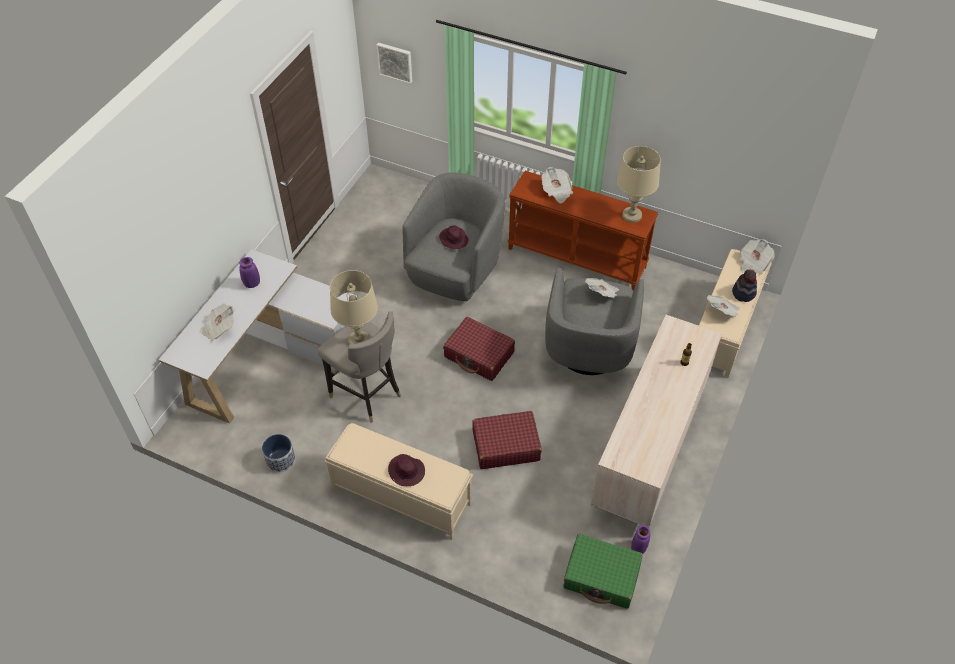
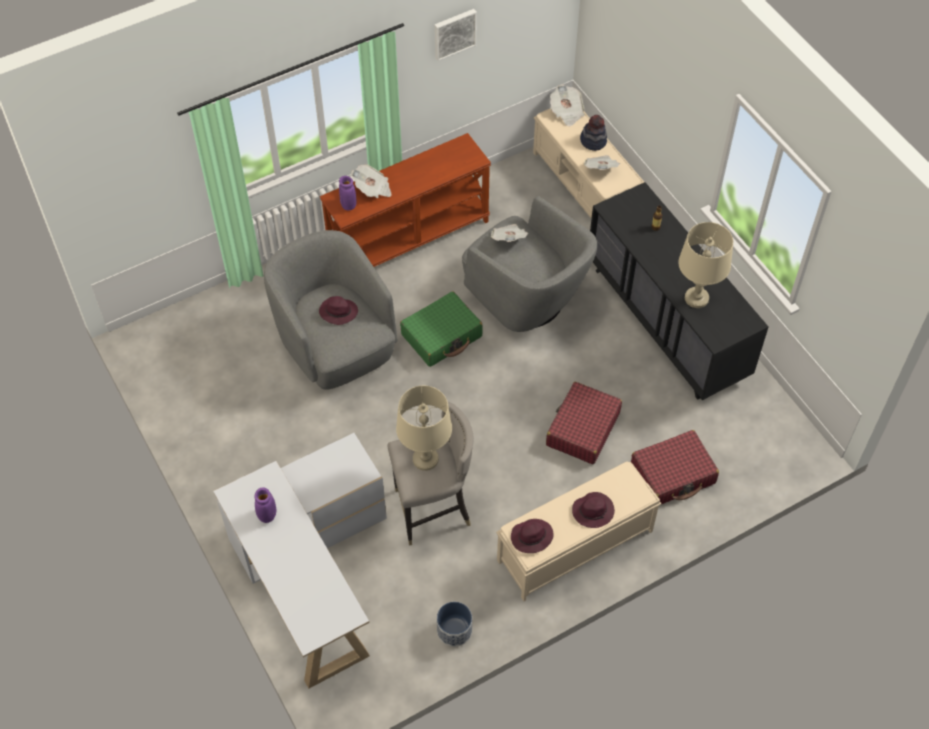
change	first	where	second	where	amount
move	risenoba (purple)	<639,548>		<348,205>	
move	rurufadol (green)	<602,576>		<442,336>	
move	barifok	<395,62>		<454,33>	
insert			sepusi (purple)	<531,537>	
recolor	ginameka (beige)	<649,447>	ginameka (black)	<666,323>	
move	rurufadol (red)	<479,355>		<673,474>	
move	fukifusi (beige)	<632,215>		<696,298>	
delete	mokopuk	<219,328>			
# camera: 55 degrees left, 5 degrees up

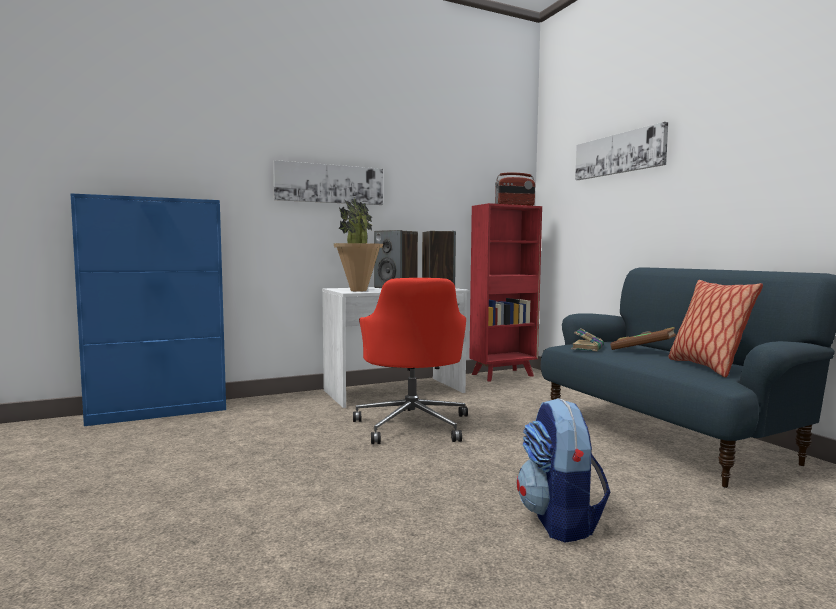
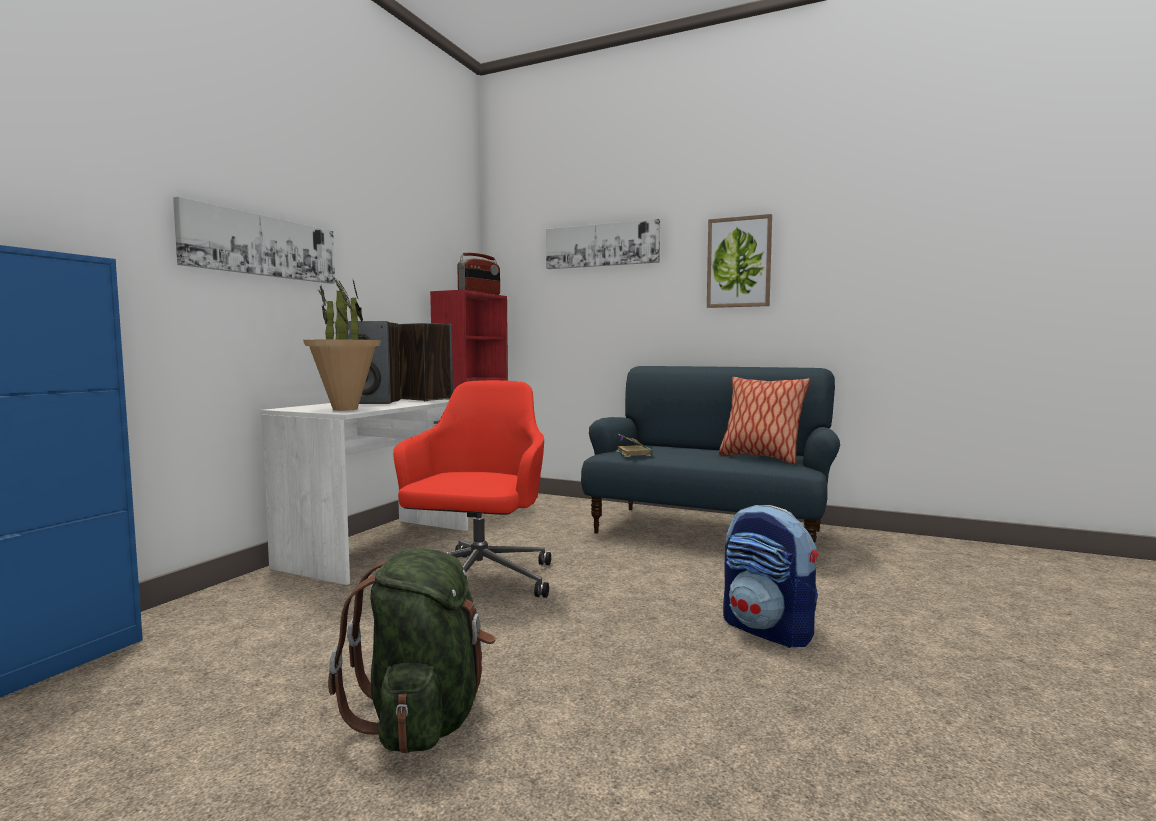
change	first	where	second	where	amount
insert			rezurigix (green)	<423,717>	
rotate	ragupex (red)	<413,425>		<477,581>	120 degrees counterclockwise
insert			barifok	<739,262>	
delete	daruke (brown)	<642,351>			
# camera: 40 degrees left, 0 degrees up

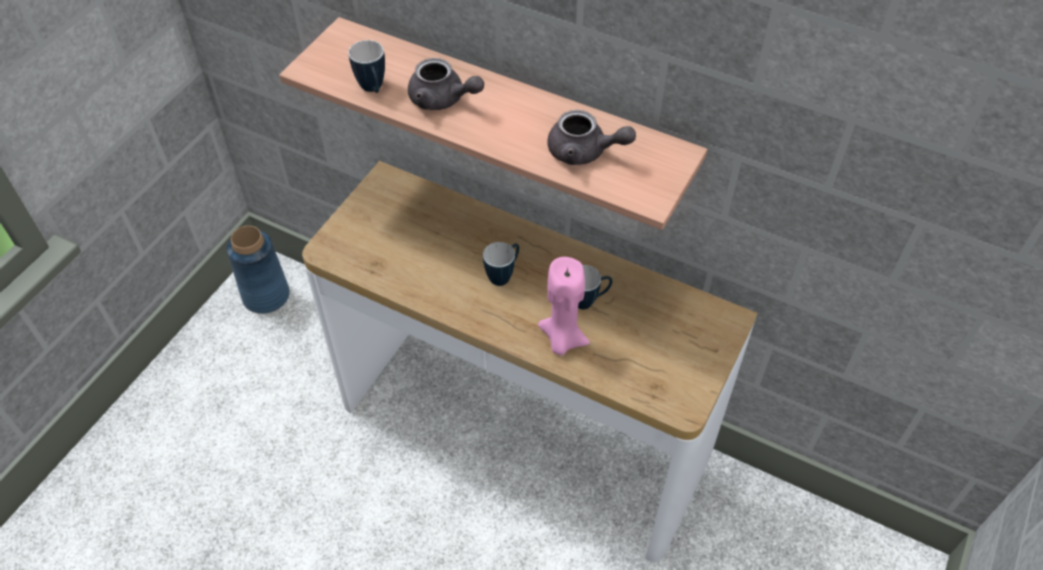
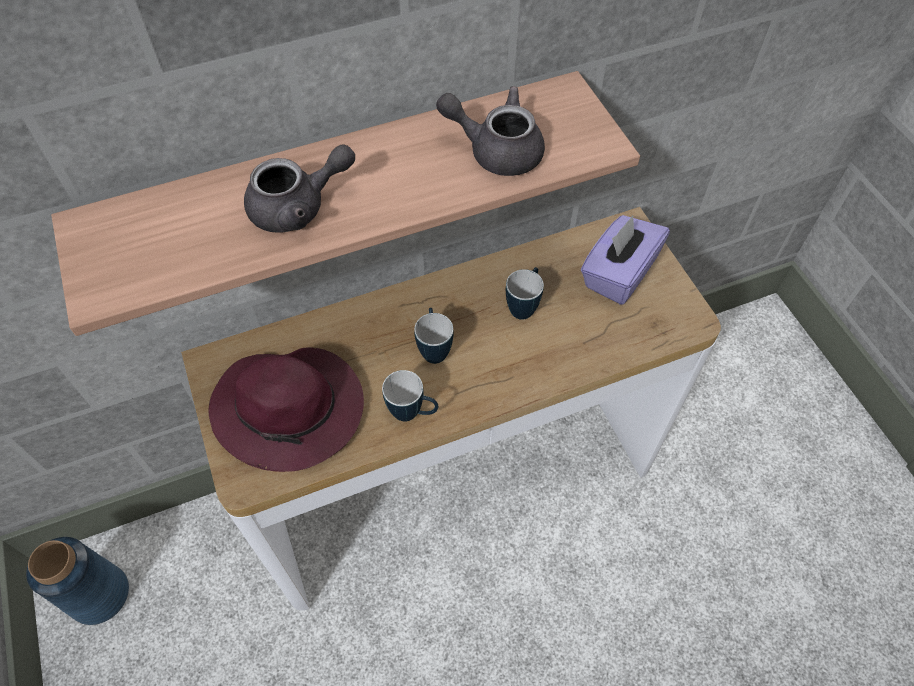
change	first	where	second	where	amount
insert			sepusi (purple)	<291,410>	
move	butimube	<373,90>		<412,413>	
rotate	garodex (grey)	<584,152>		<496,150>	135 degrees counterclockwise
insert			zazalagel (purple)	<618,274>	
delete	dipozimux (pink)	<562,339>			
# camera: 50 degrees left, 5 degrees up

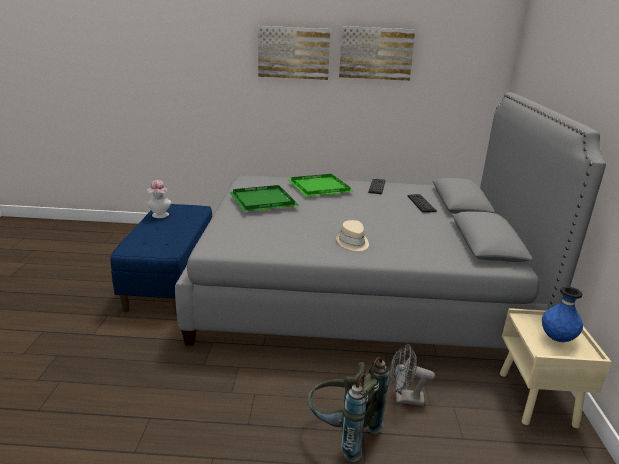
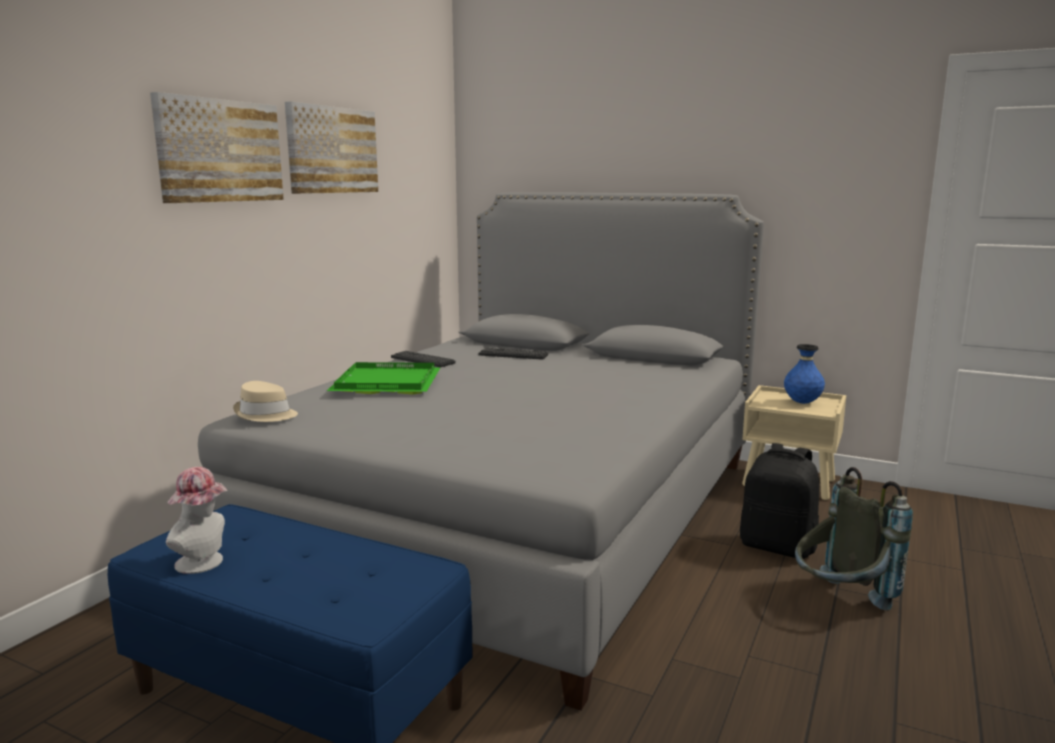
change	first	where	second	where	amount
move	sepusi (beige)	<352,242>		<265,414>	
replace	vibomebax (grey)	<404,399>	rezurigix (black)	<778,547>	
delete	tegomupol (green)	<264,201>			
# camera: 65 degrees left, 10 degrees down

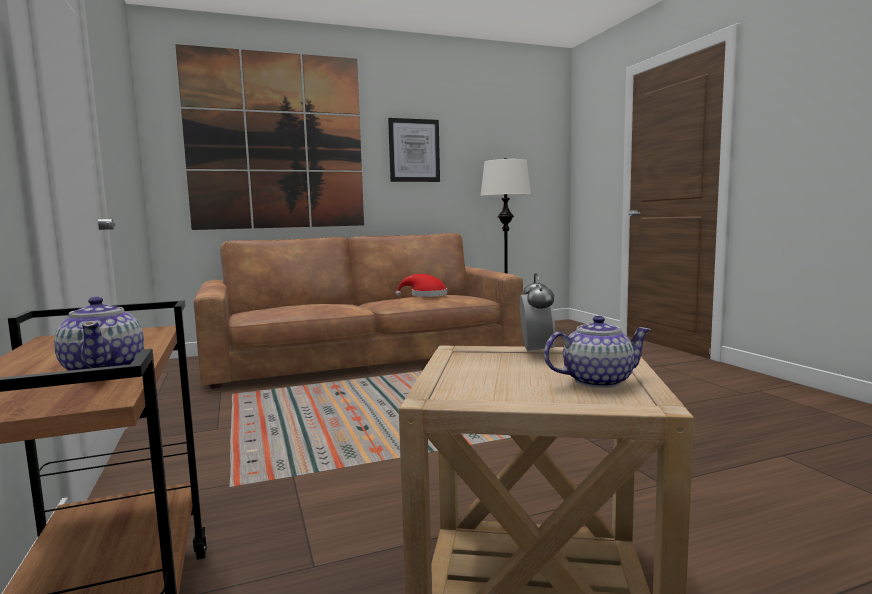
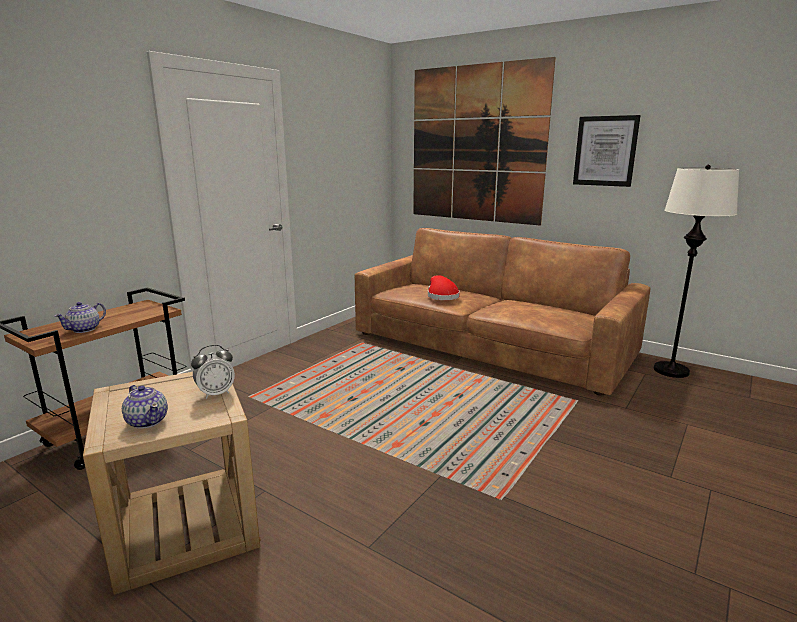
change	first	where	second	where	amount
move	sepusi (red)	<425,295>		<441,296>	
# camera: 55 degrees right, 10 degrees up

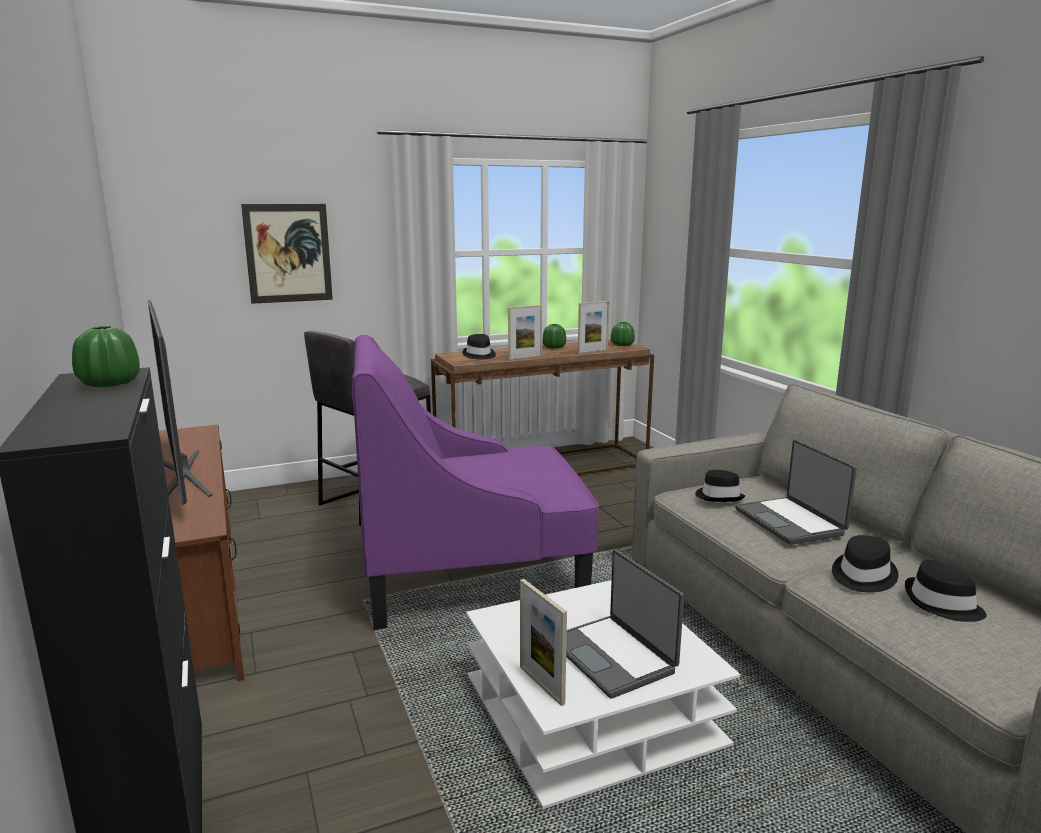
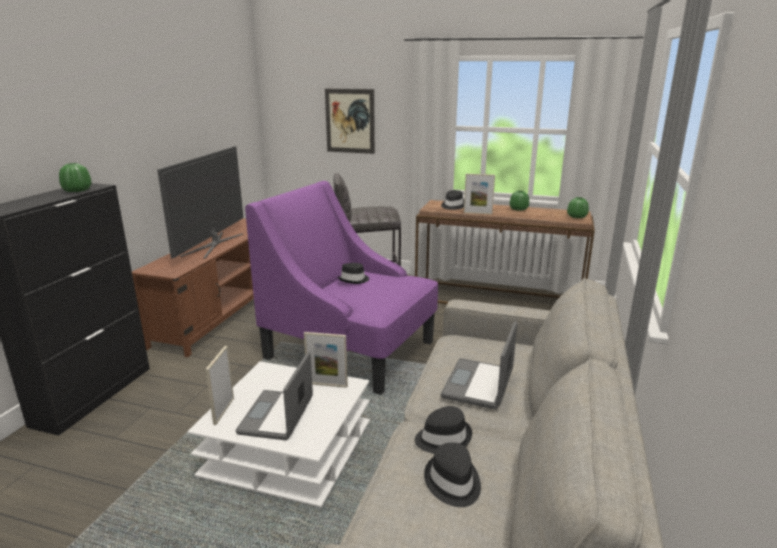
change	first	where	second	where	amount
move	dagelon	<592,351>		<327,385>	
move	sepusi (black)	<719,496>		<354,280>	
# camera: 40 degrees right, 5 degrees up

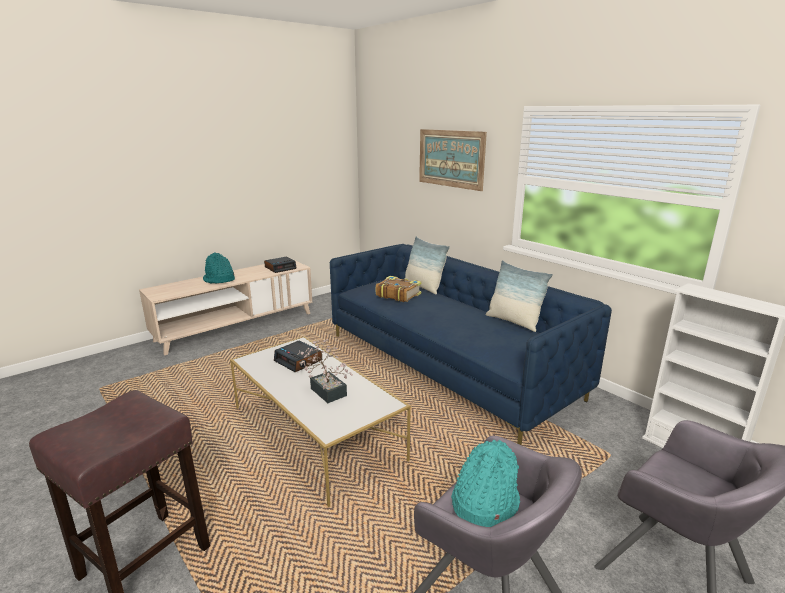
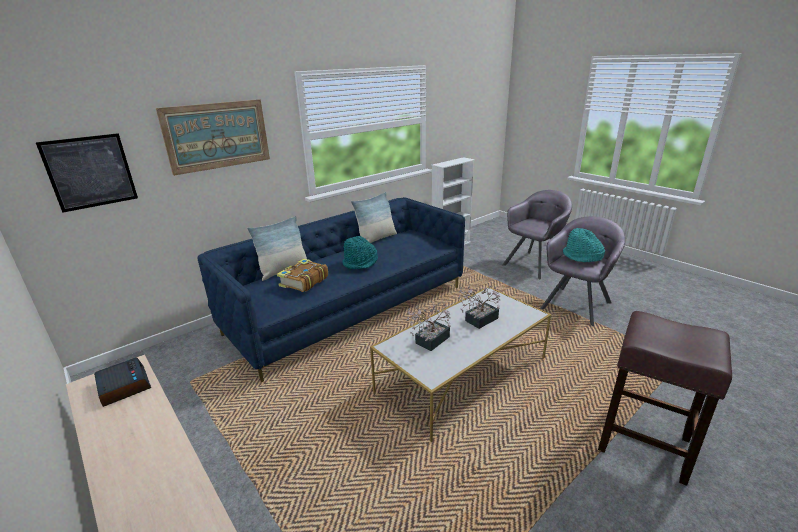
change	first	where	second	where	amount
insert			barifok	<90,172>	
move	sepusi (turquoise)	<219,280>		<360,263>	
replace	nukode	<299,361>	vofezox	<429,341>	
# camera: 90 degrees left, 5 degrees up

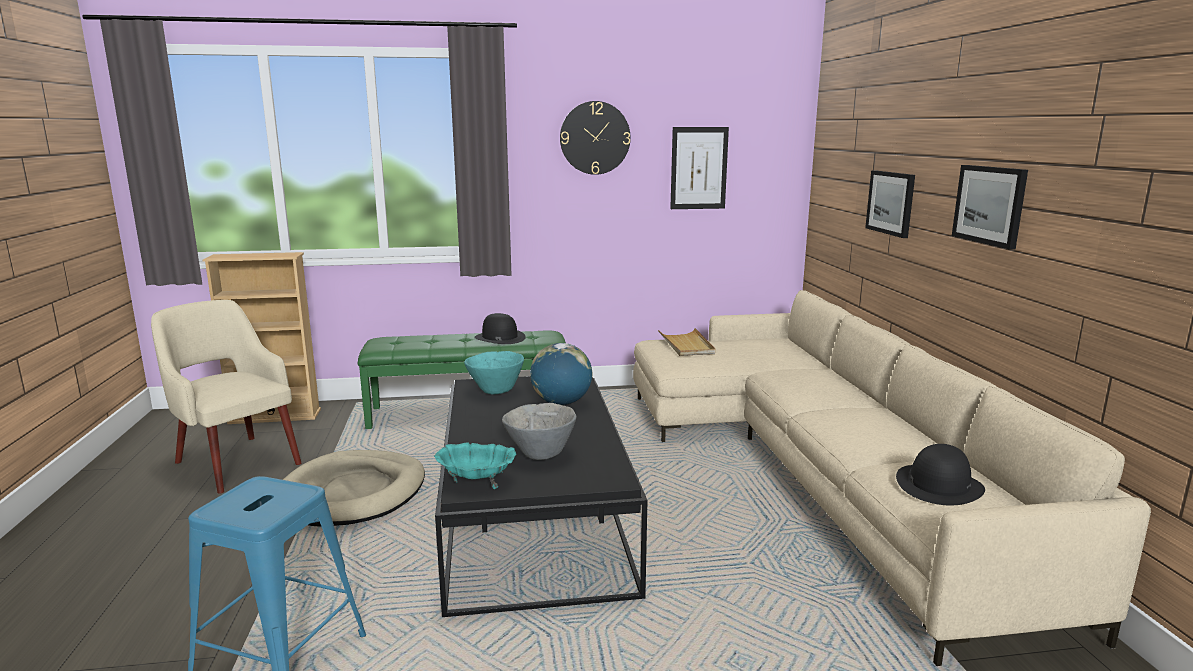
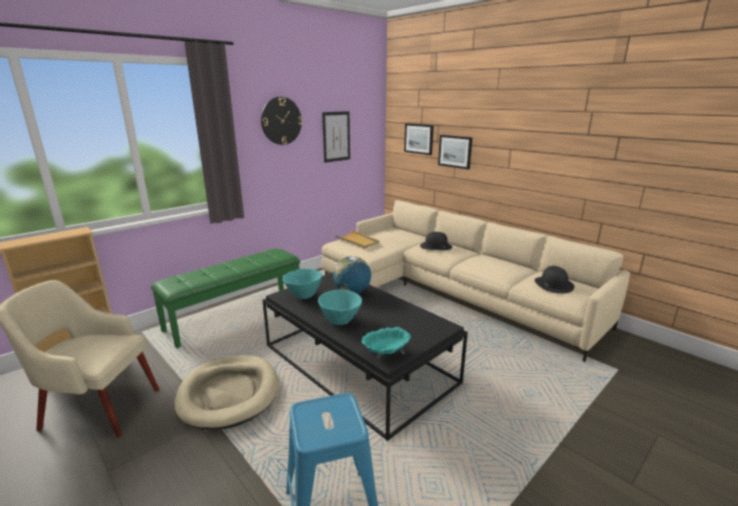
change	first	where	second	where	amount
insert			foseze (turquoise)	<340,321>	
move	barifok	<990,205>		<419,138>	
move	sepusi (black)	<499,337>		<436,246>	
delete	foseze (grey)	<540,454>			
# camera: 35 degrees left, 5 degrees up

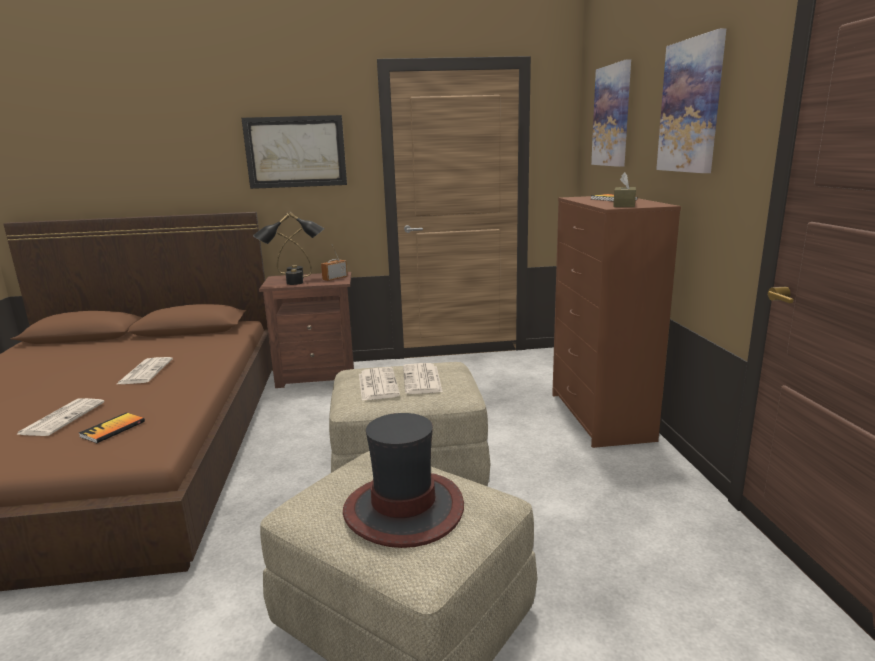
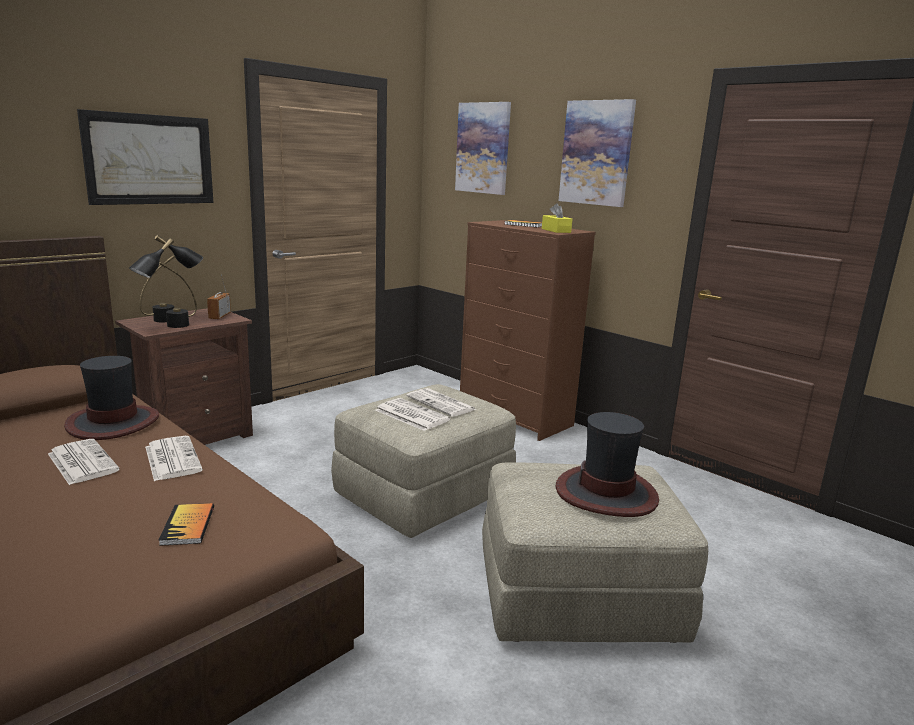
change	first	where	second	where	amount
insert			sepusi	<113,423>	
move	mokopuk	<62,417>		<172,458>	
recolor	zazalagel (brown)	<624,205>	zazalagel (yellow)	<556,230>	
# camera: 40 degrees left, 0 degrees up

